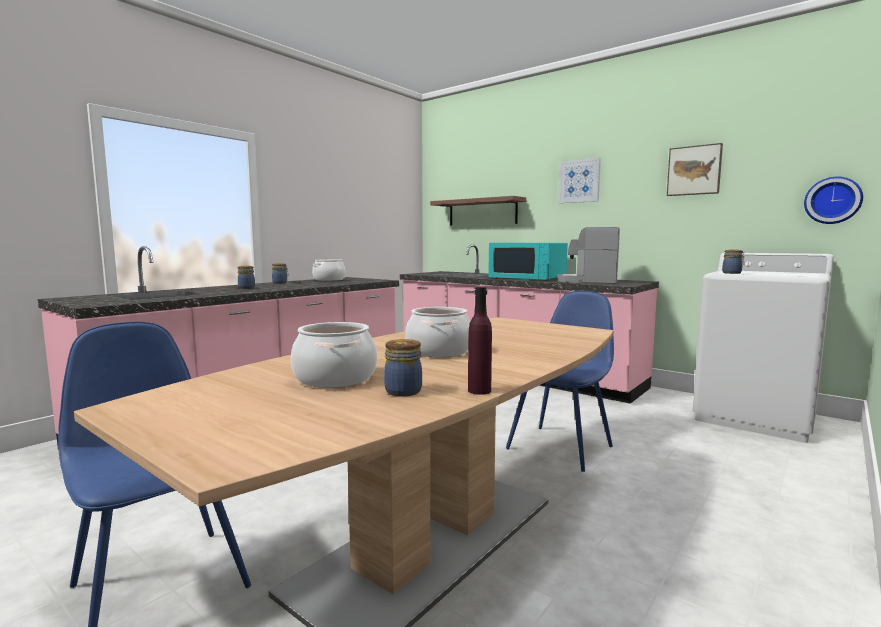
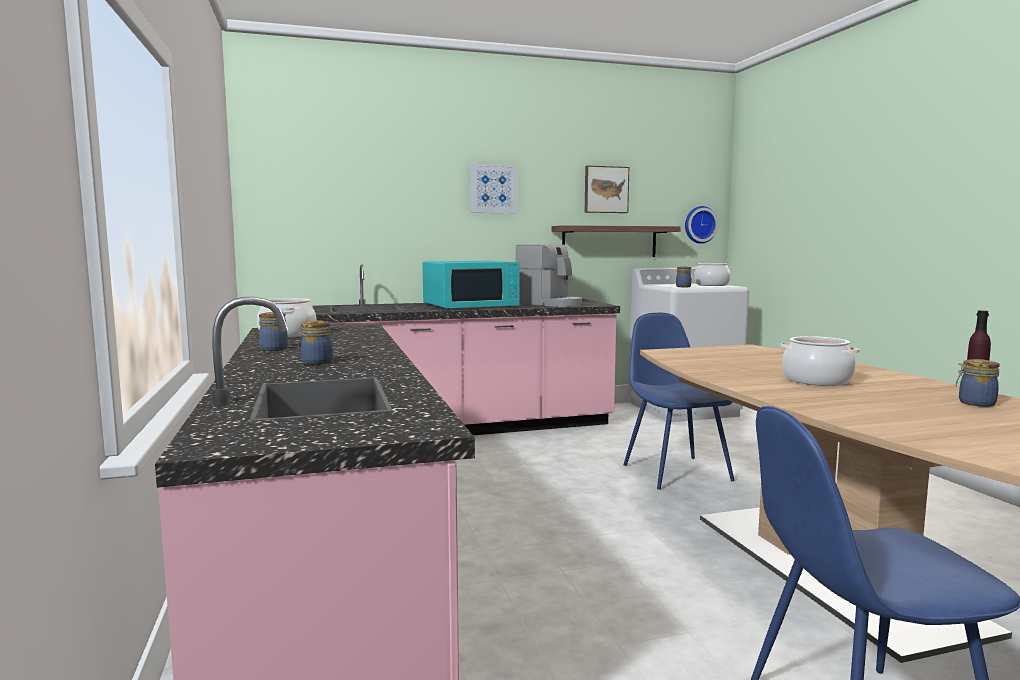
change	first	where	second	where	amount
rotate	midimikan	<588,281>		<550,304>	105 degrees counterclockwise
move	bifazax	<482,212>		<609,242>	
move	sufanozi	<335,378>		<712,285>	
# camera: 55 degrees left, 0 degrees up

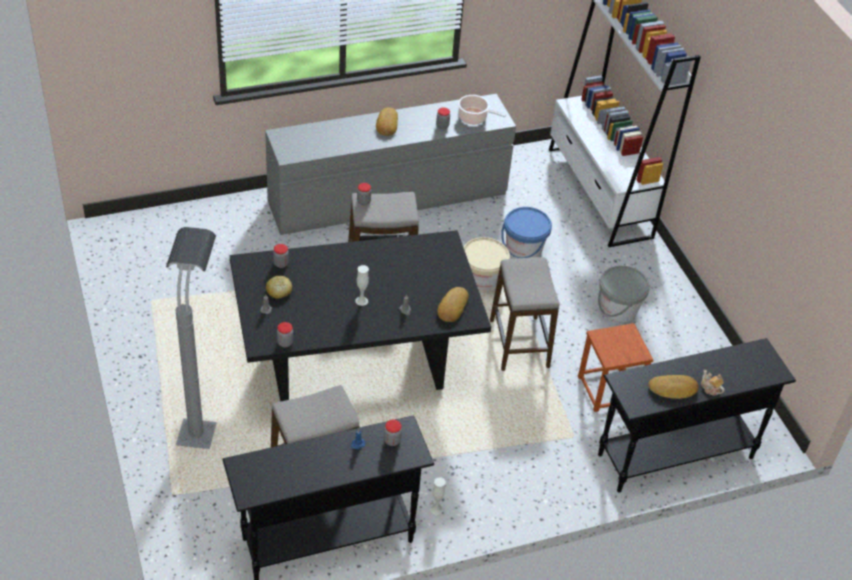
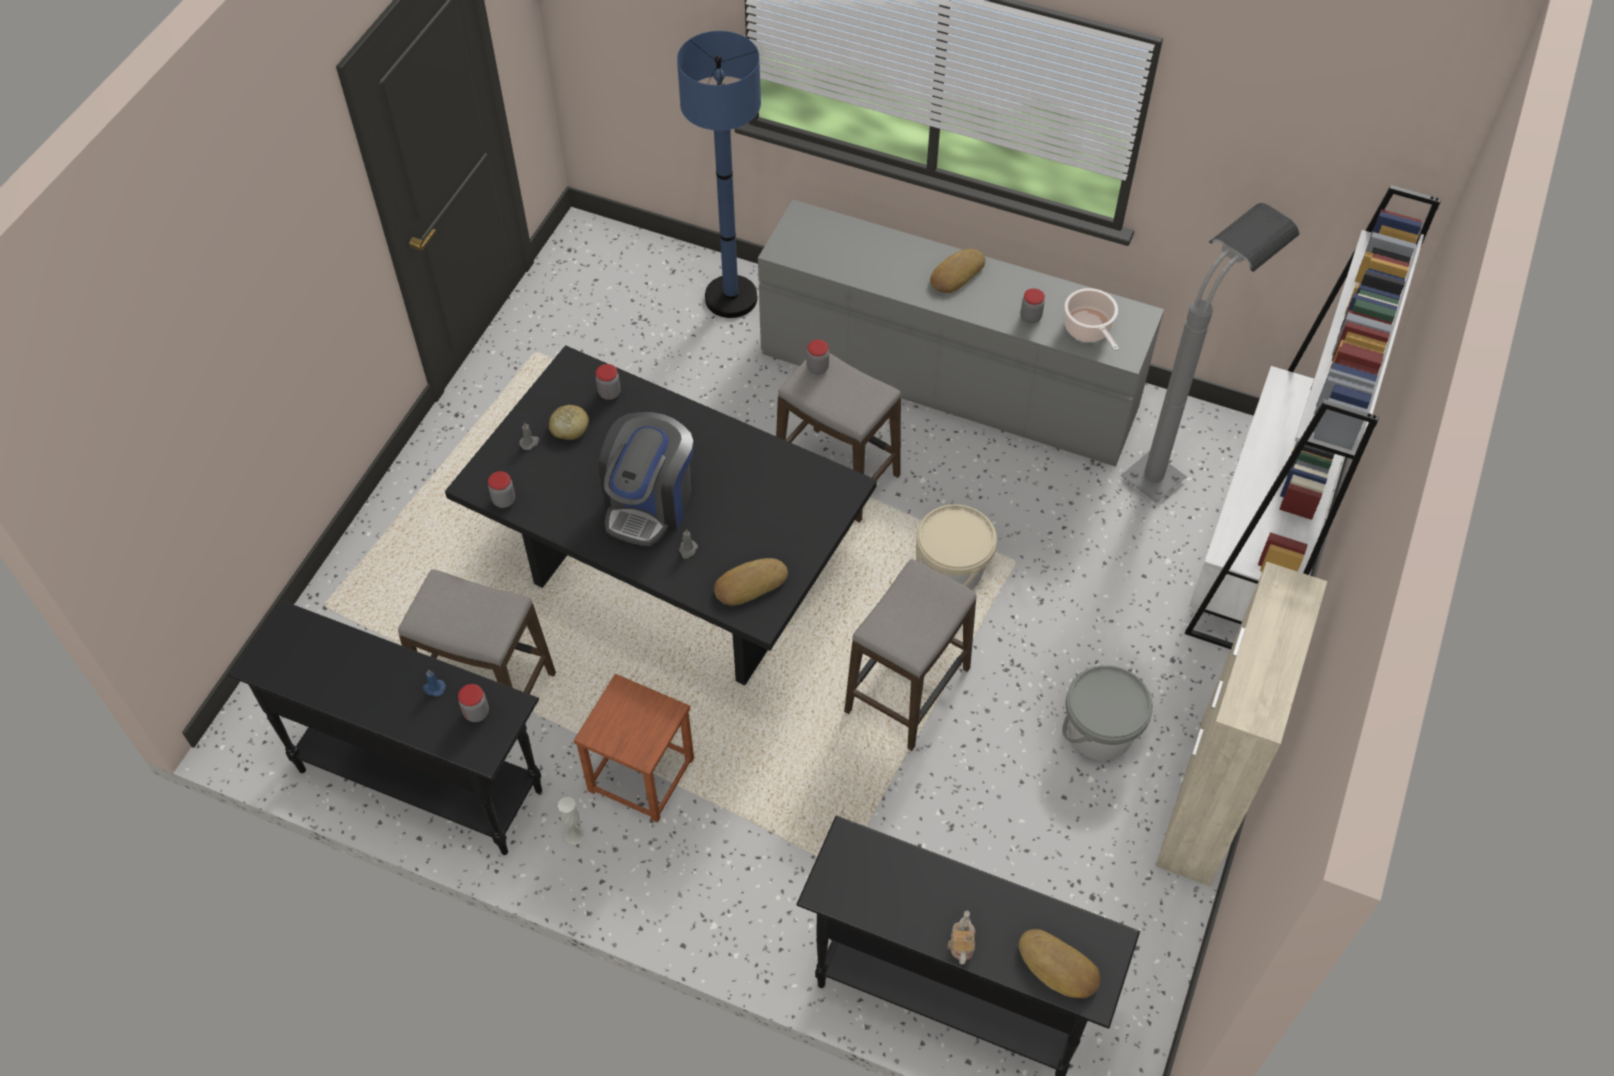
change	first	where	second	where	amount
move	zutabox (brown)	<608,390>		<640,775>	
replace	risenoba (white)	<361,301>	midimikan	<649,502>	
insert			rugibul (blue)	<731,298>	
move	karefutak	<673,389>		<1057,968>	
move	rugibul (grey)	<200,417>		<1173,460>	
insert			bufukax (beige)	<1204,802>	
delete	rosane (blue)	<523,249>			
# camera: 45 degrees right, 10 degrees up

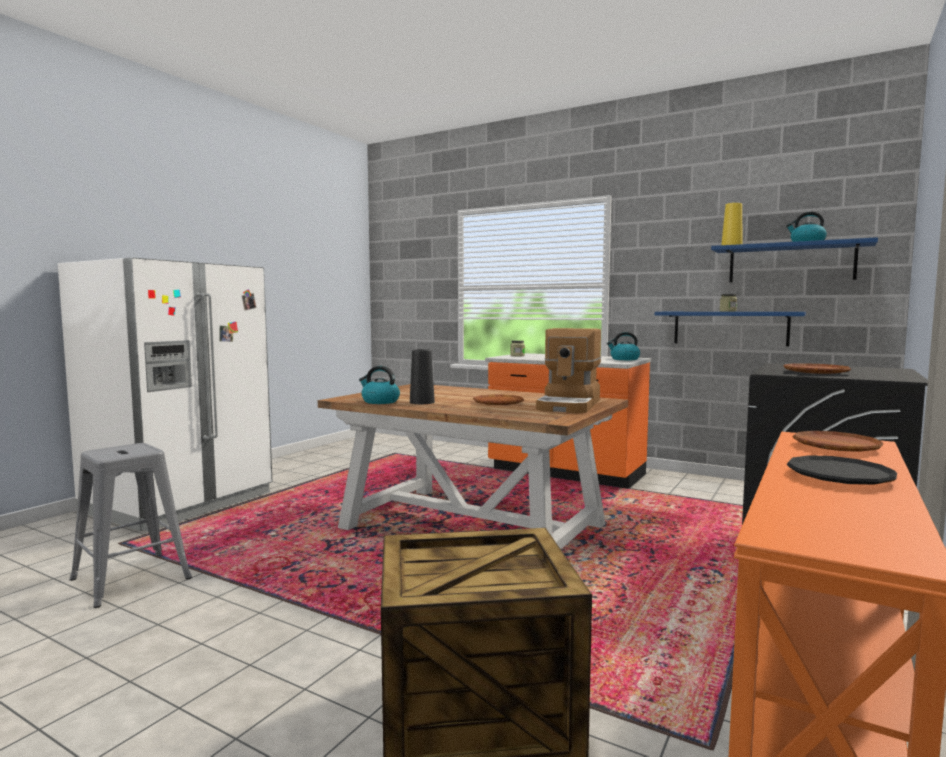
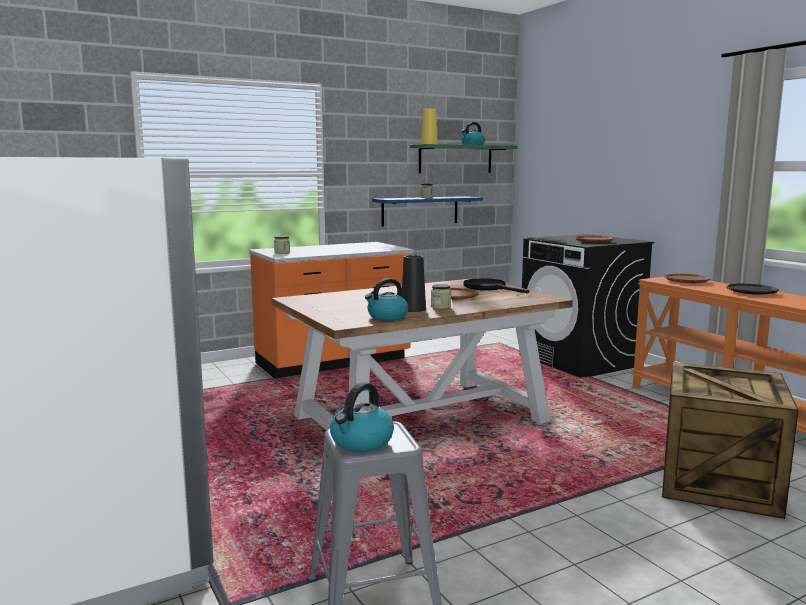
change	first	where	second	where	amount
move	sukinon	<624,359>		<361,442>	
recolor	bifazax (blue)	<790,263>	bifazax (green)	<455,159>	
insert			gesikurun	<440,307>	
replace	midimikan	<570,405>	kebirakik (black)	<489,288>	
# camera: 60 degrees left, 5 degrees up

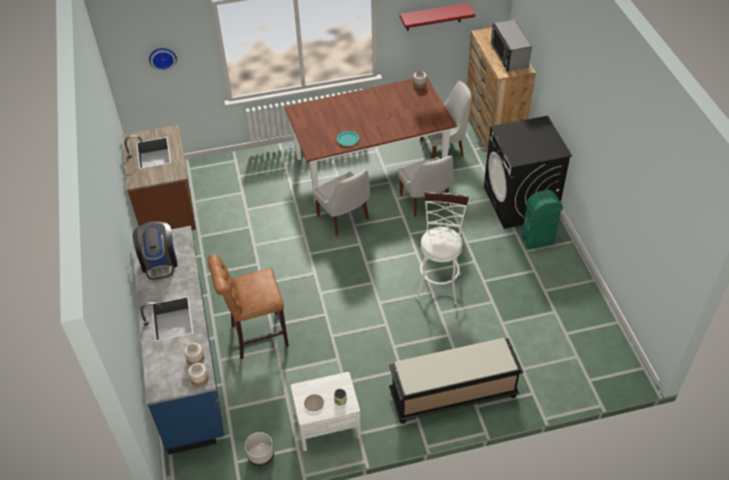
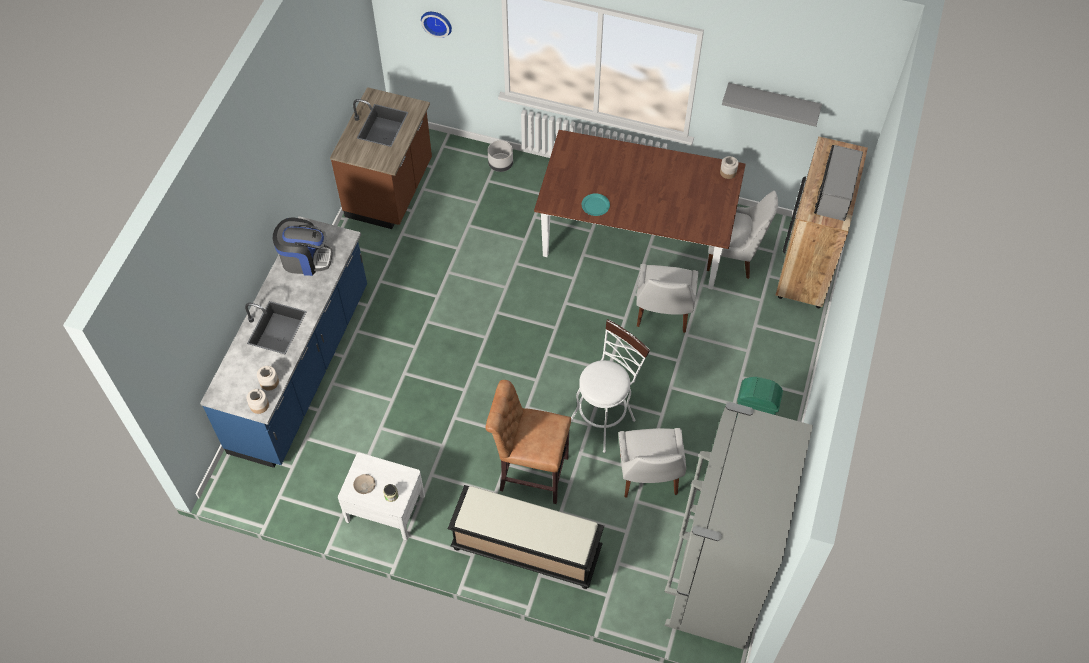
change	first	where	second	where	amount
rotate	midimikan	<159,262>		<305,259>	105 degrees counterclockwise
move	zutabox (brown)	<256,336>		<530,473>	
move	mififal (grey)	<261,456>		<501,164>	
move	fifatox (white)	<344,218>		<648,477>	
insert			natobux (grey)	<715,579>	
recolor	bifazax (red)	<434,17>	bifazax (grey)	<772,102>	
delete	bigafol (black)	<520,203>			
# camera: 30 degrees right, 10 degrees up

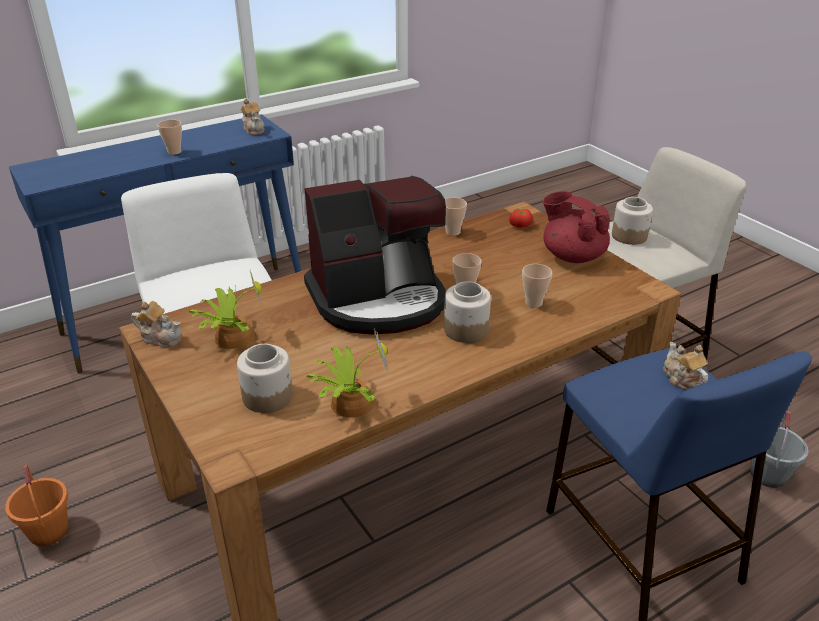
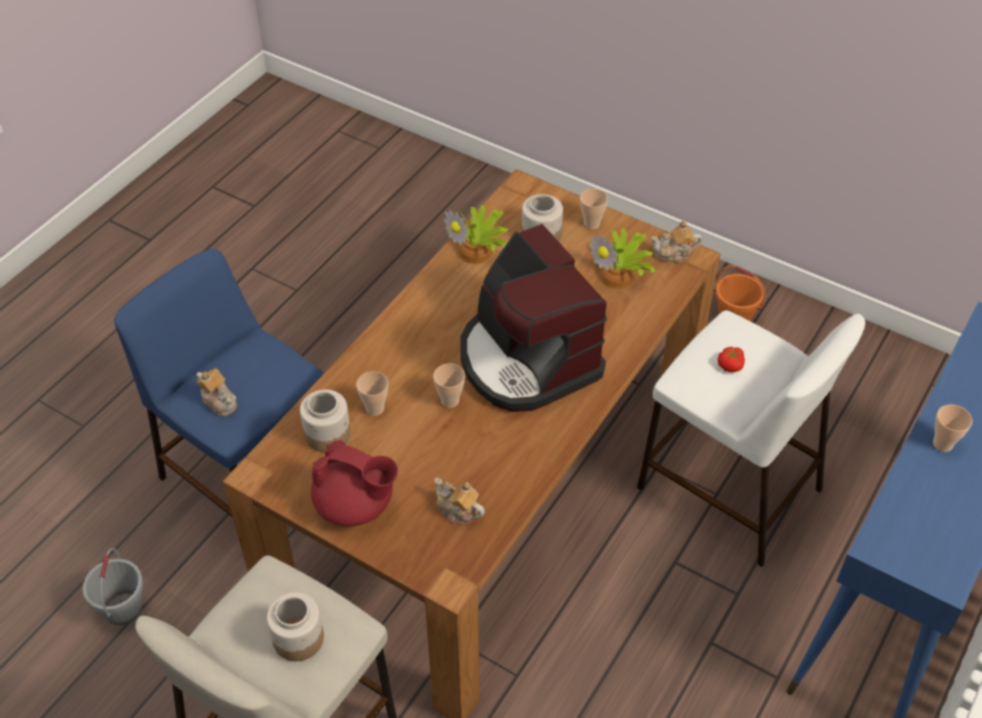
change	first	where	second	where	amount
move	gesikurun	<465,330>		<328,434>	
move	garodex	<254,129>		<458,510>	
rotate	midimikan	<379,300>		<527,360>	75 degrees counterclockwise
move	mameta	<453,232>		<591,224>	
move	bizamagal	<519,225>		<730,365>	
# camera: 155 degrees right, 15 degrees up

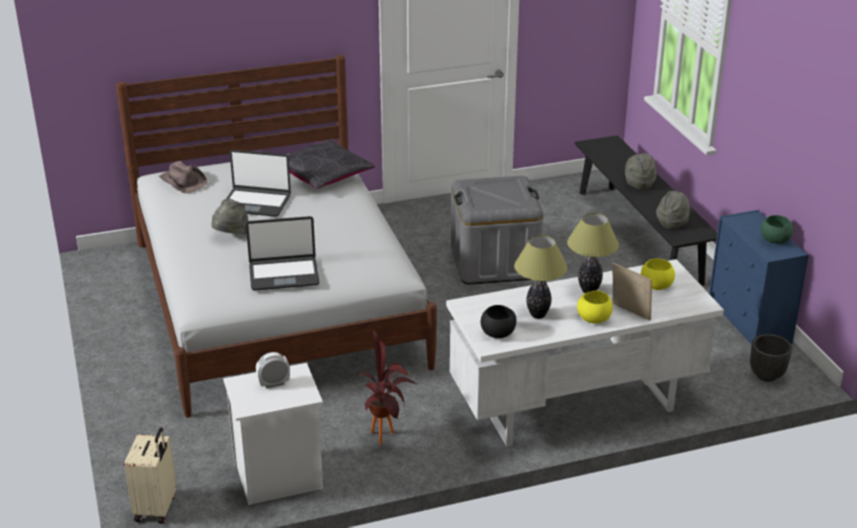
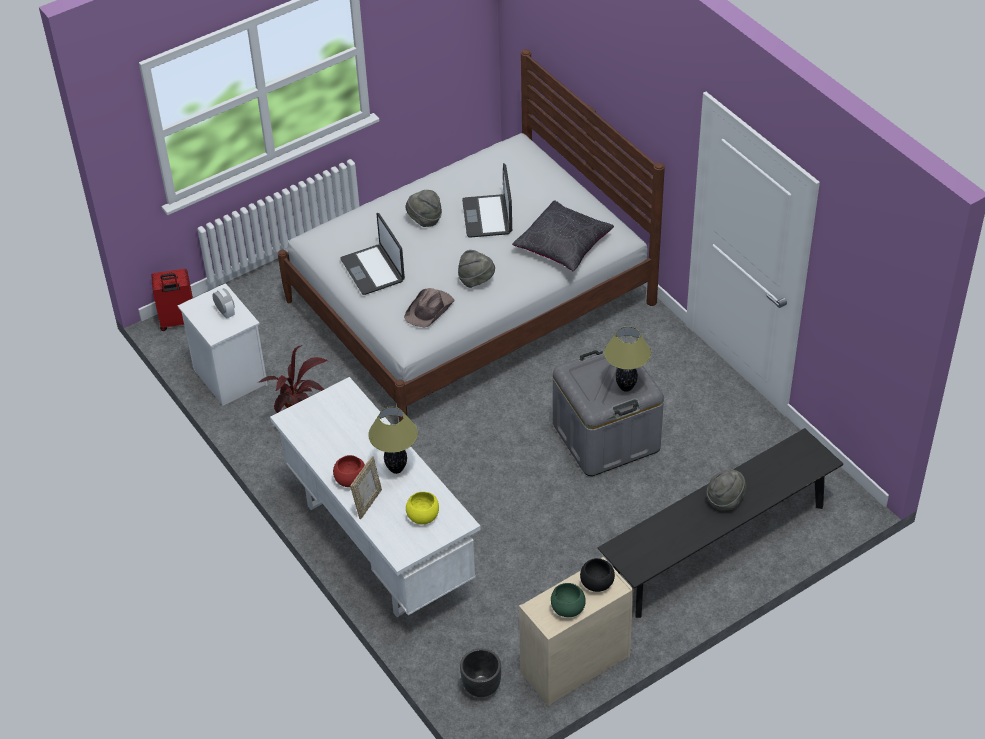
change	first	where	second	where	amount
recolor	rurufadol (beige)	<157,508>	rurufadol (red)	<178,322>	
recolor	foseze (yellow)	<594,318>	foseze (red)	<351,480>	
move	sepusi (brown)	<183,181>		<430,309>	
move	sepusi (grey)	<672,222>		<476,280>	
recolor	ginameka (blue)	<749,323>	ginameka (beige)	<574,665>	
move	foseze (black)	<498,333>		<596,584>	
move	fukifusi	<538,315>		<626,387>	
# camera: 75 degrees right, 15 degrees up

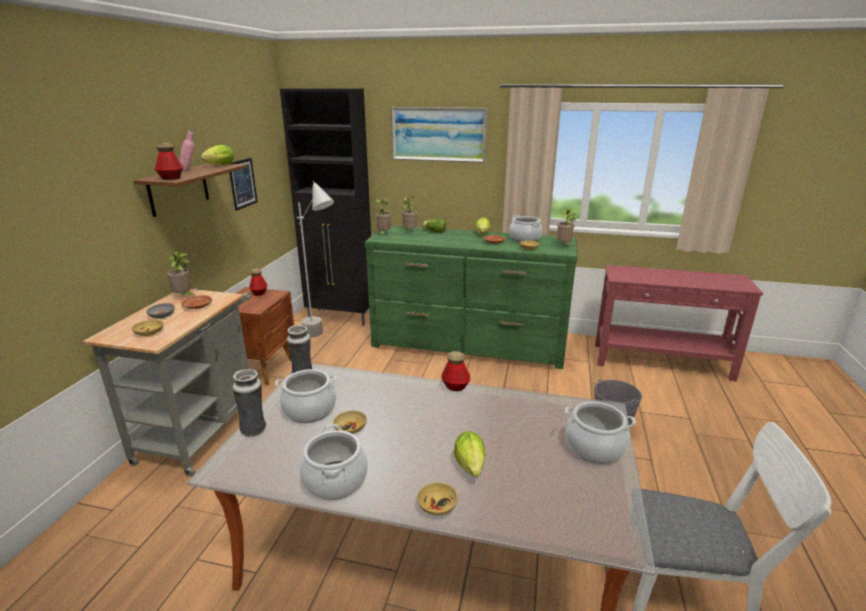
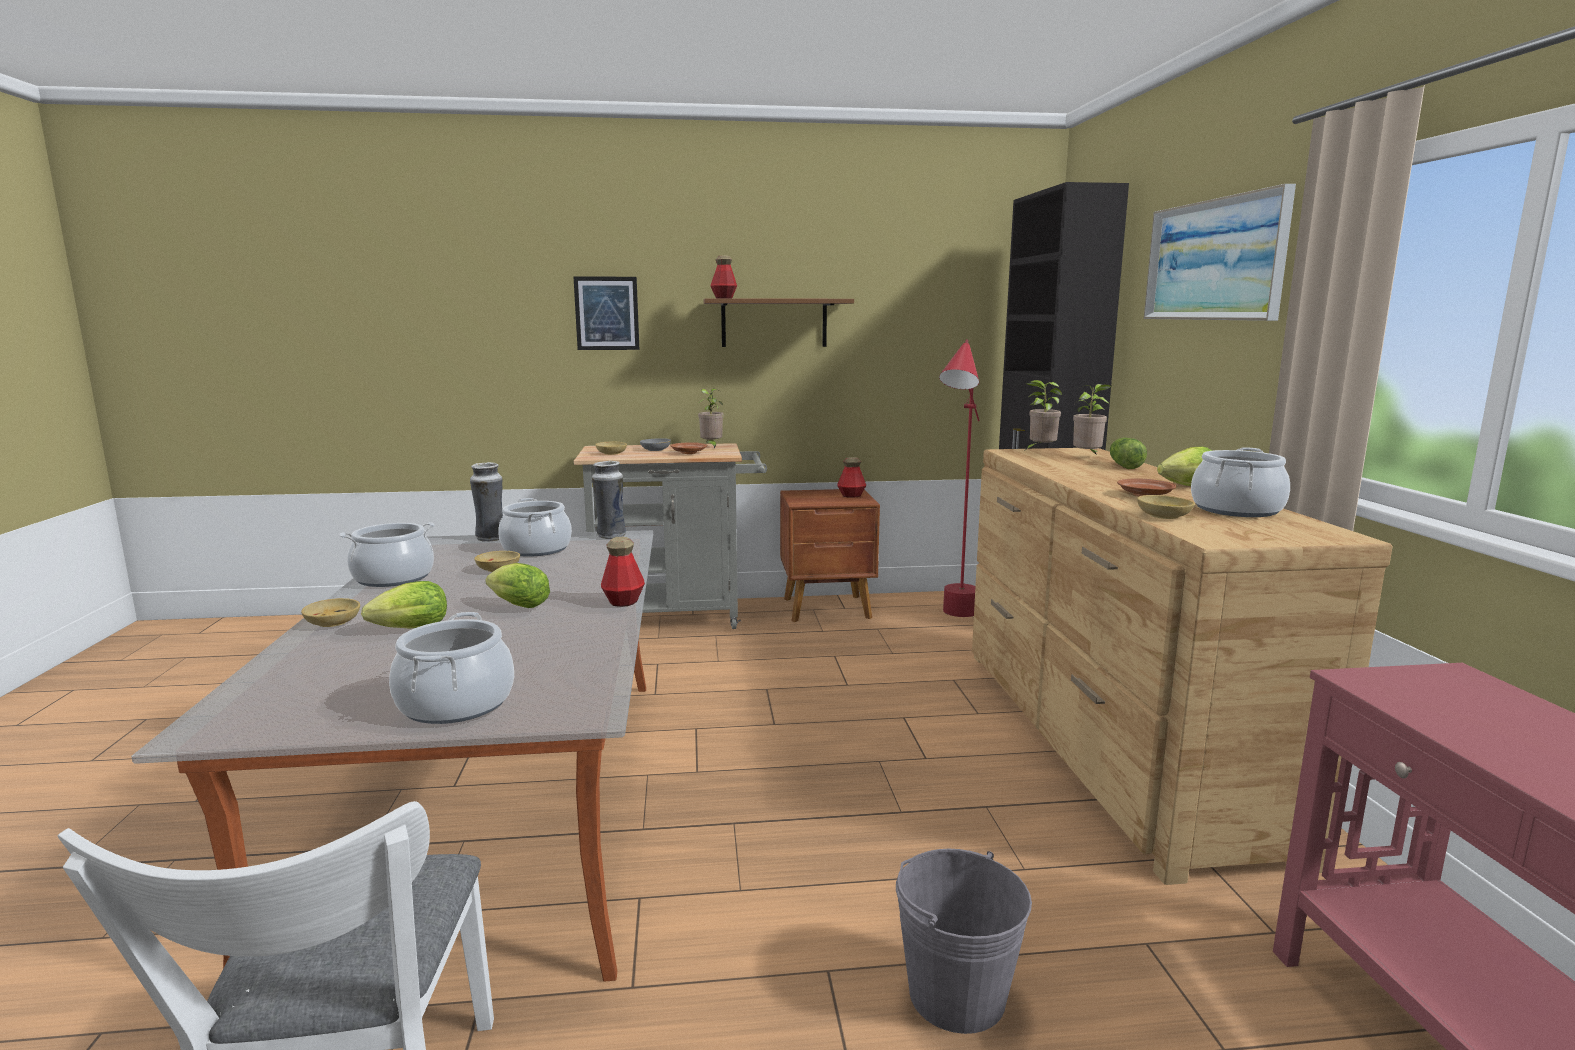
change	first	where	second	where	amount
move	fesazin	<218,166>		<516,605>	
move	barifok	<242,183>		<607,313>	
recolor	rugibul (grey)	<323,337>	rugibul (red)	<954,620>	
recolor	ginameka (green)	<468,344>	ginameka (brown)	<1108,740>	
delete	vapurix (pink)	<189,170>			
delete	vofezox	<564,246>			
# camera: 70 degrees right, 10 degrees down

